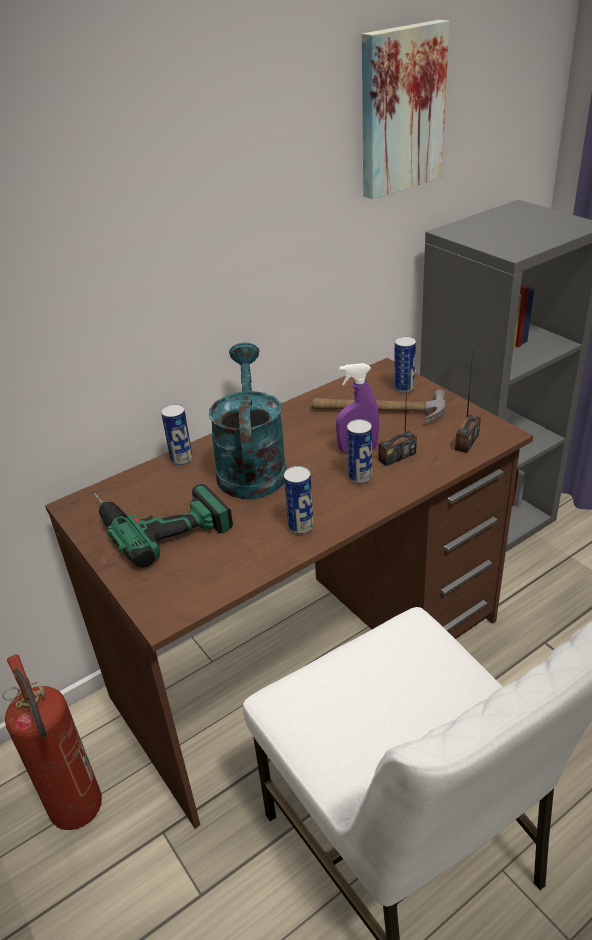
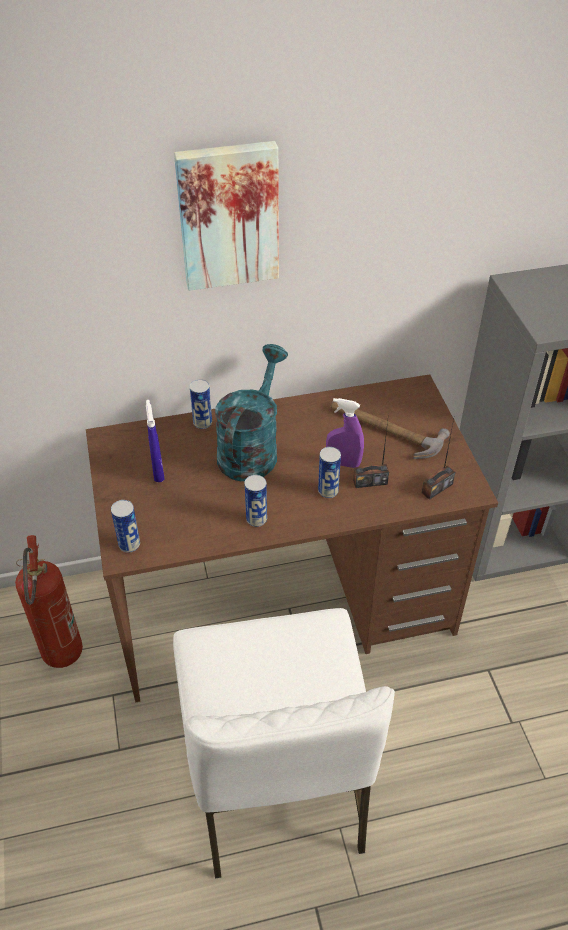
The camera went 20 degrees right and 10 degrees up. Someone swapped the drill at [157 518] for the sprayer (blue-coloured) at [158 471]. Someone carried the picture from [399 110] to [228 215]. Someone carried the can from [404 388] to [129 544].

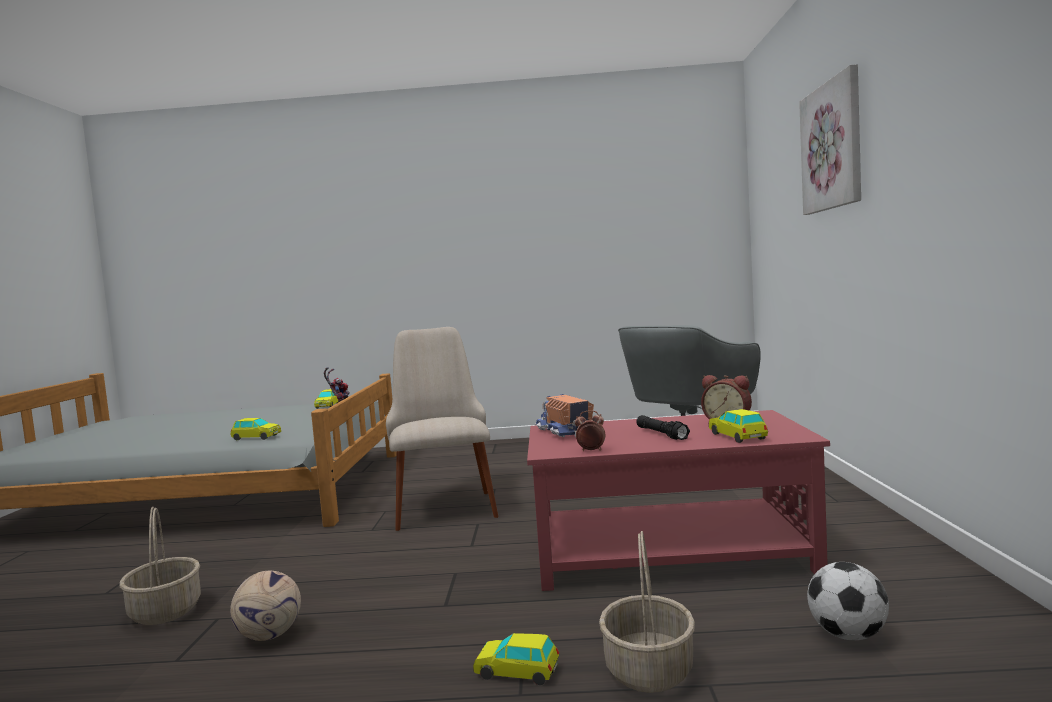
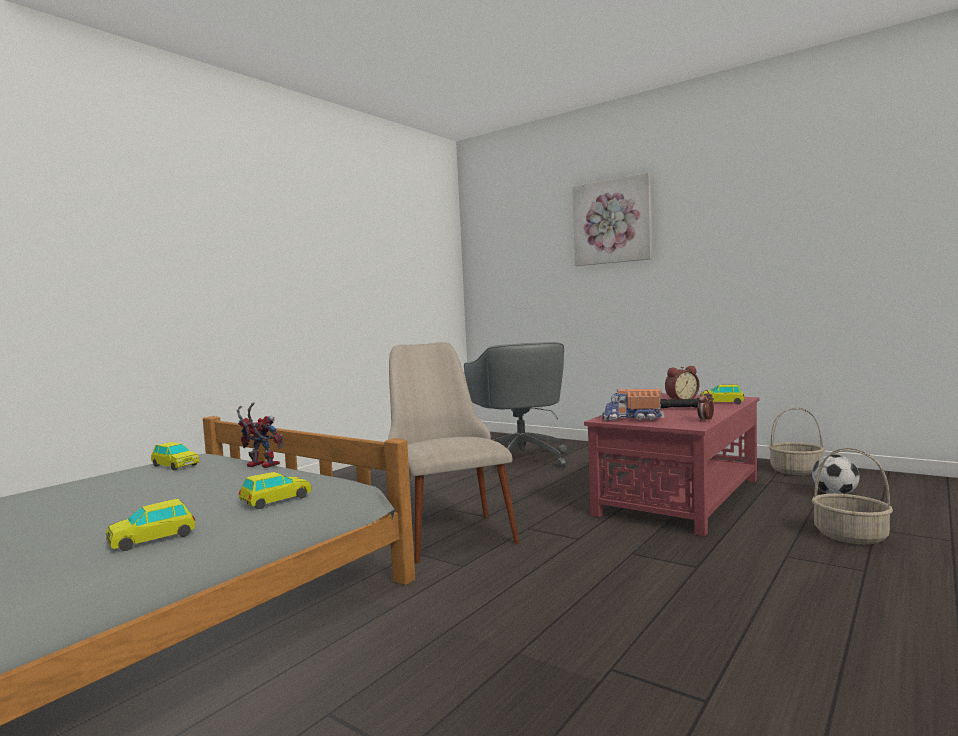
The camera went 55 degrees left and 0 degrees up. Someone carried the storage basket from [164 611] to [795 471]. Someone took away the football at [269 636]. Someone rotated the upright chair (beige-coloured) at [443 504] by 45 degrees clockwise. Someone carried the toy car from [517 671] to [152 539].

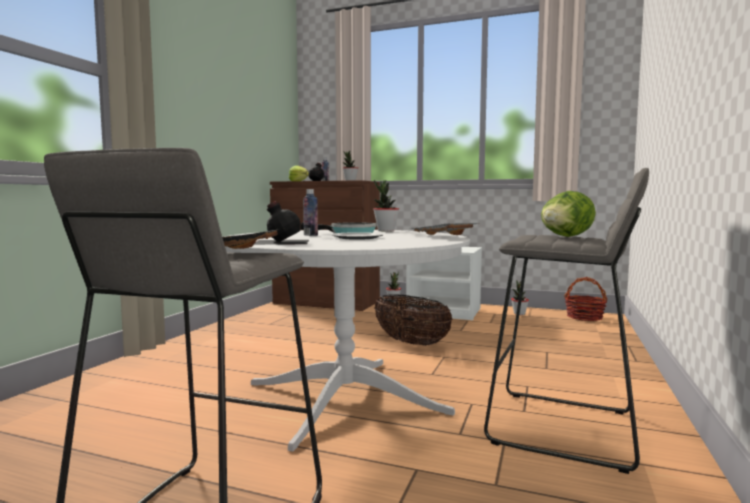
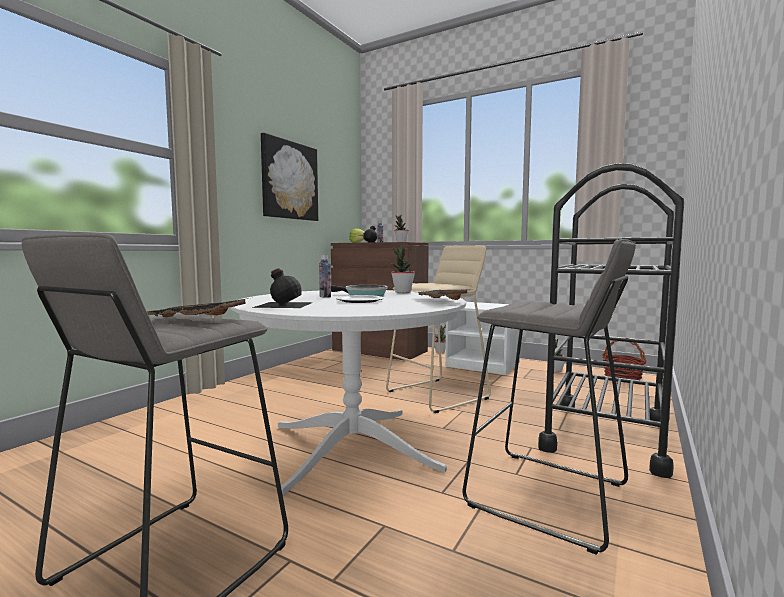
The camera went 10 degrees right and 0 degrees up. Someone swapped the storage basket at [411 343] for the sitting stool (beige-coloured) at [437 395]. Someone took away the lettuce at [565 237]. Someone put up the picture at [289 180]. Someone put down the trolley (black-coloured) at [606 435].

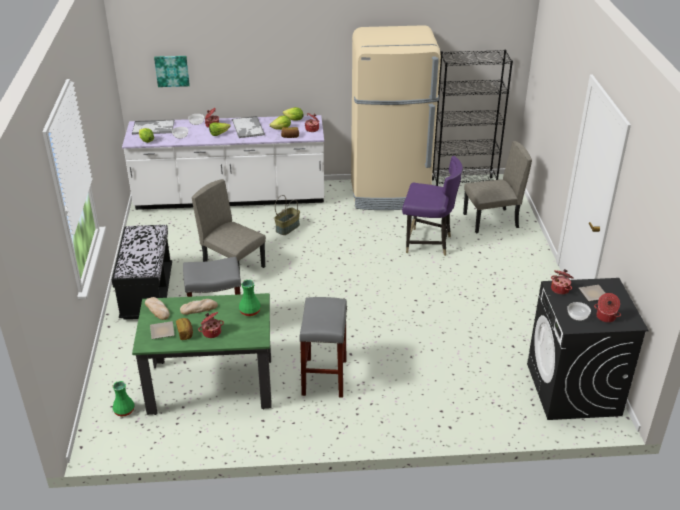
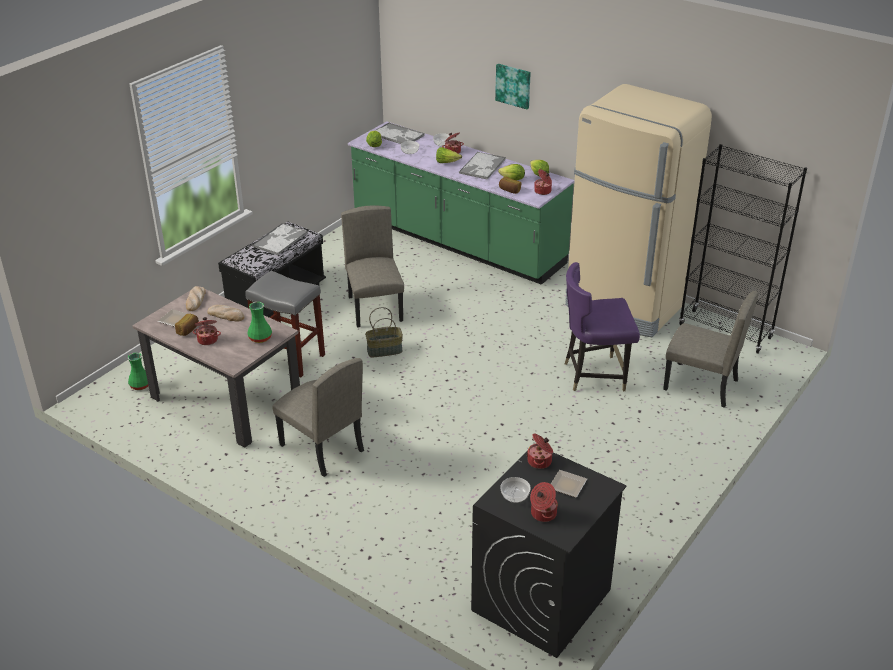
The camera went 40 degrees right and 0 degrees up. Someone repainted the kitchen counter (white-coloured) at [230 198], which became the kitchen counter (green-coloured) at [457 242]. Someone repainted the dinner table (green-coloured) at [211 385], which became the dinner table (beige-coloured) at [226 401]. Someone carried the picture from [172 70] to [513 85]. Someone carried the storage basket from [287 227] to [385 350]. Someone swapped the sitting stool (gray) at [324 378] for the upright chair (beige-coloured) at [321 448]. Someone rotated the upright chair (purple) at [428 243] by 120 degrees clockwise. Someone put down the serving tray at [280 239].

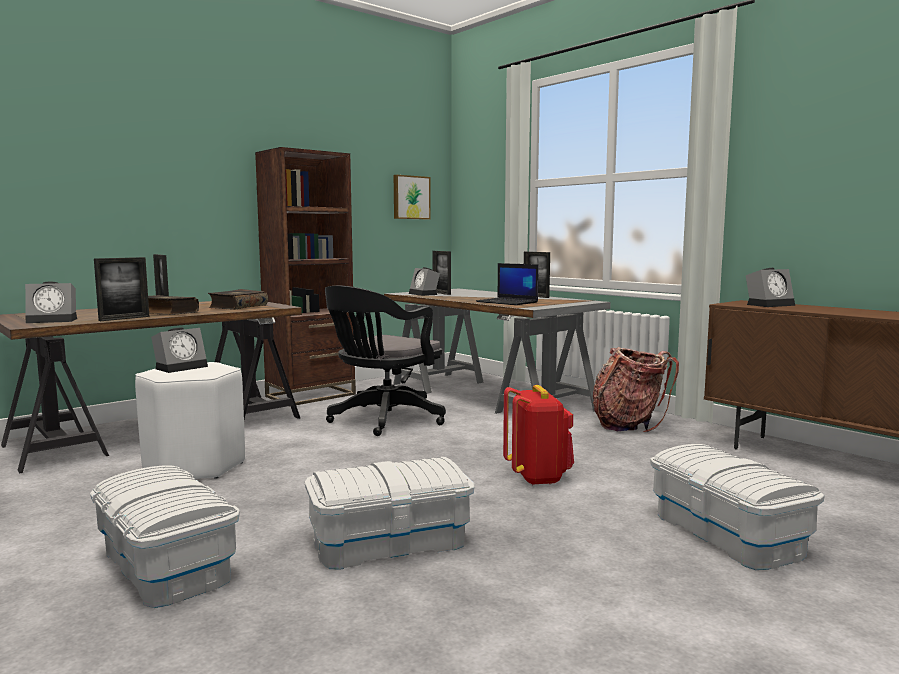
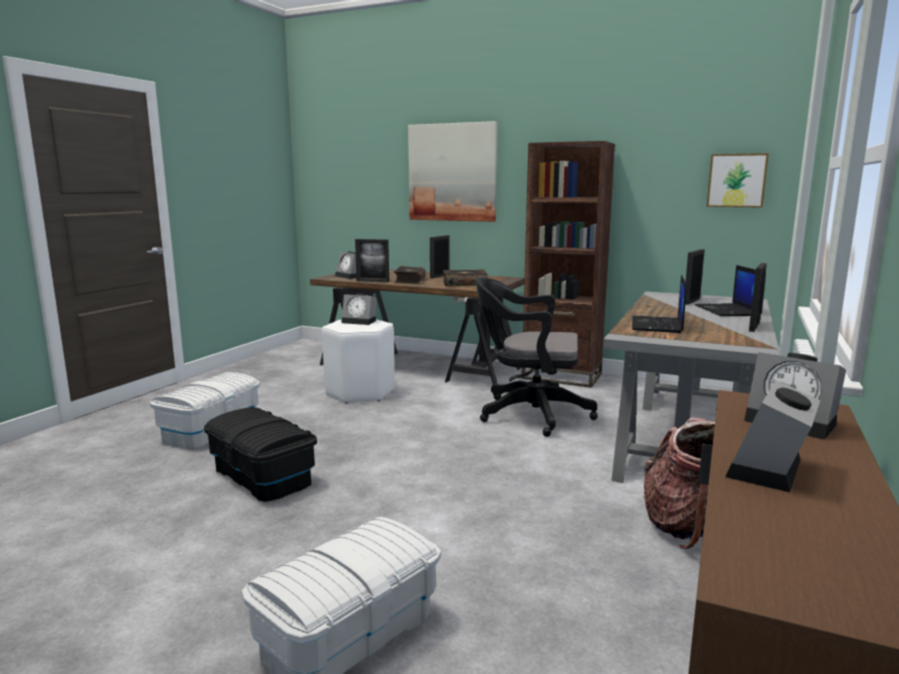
The camera went 65 degrees right and 5 degrees up. Someone repainted the storage box (white-coloured) at [390 542], which became the storage box (black-coloured) at [263 476]. Someone carried the alarm clock from [424 294] to [769 470]. Someone took away the knapsack (reddish) at [538 477]. Someone put up the picture at [452 172]. Someone put down the laptop at [728 311].

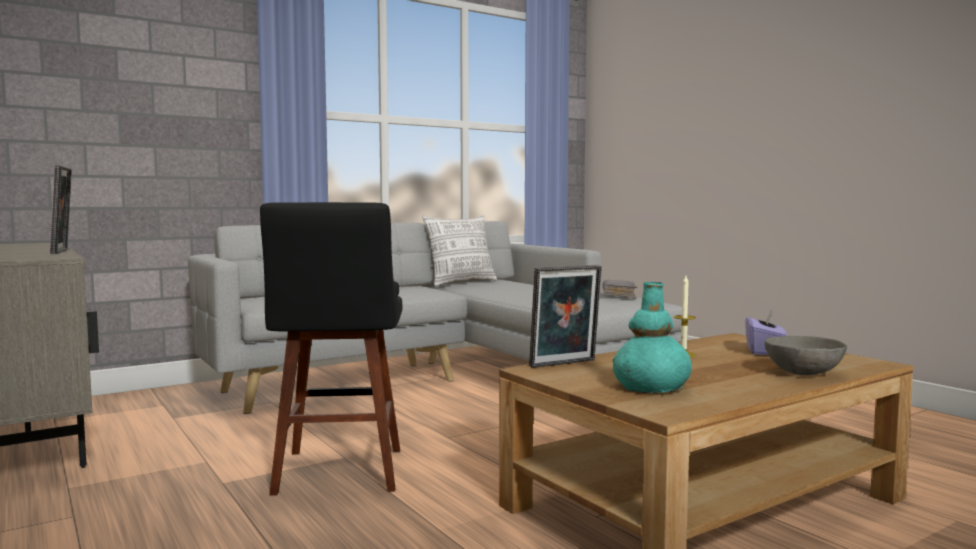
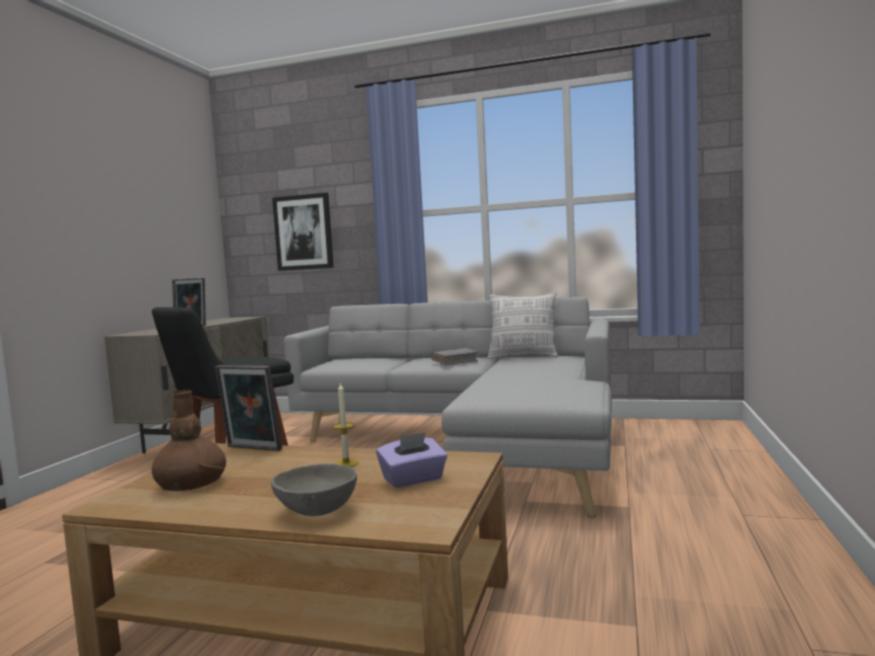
The camera went 50 degrees right and 0 degrees up. Someone carried the volume (gray) from [619 296] to [454 362]. Someone repainted the decorative vase (turquoise) at [651 387], which became the decorative vase (brownish) at [190 484]. Someone put up the picture at [303 232].

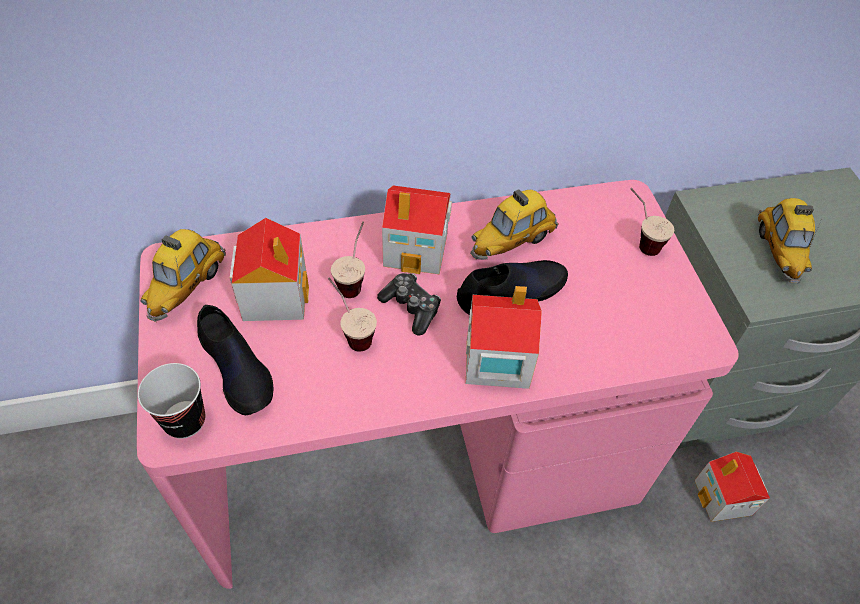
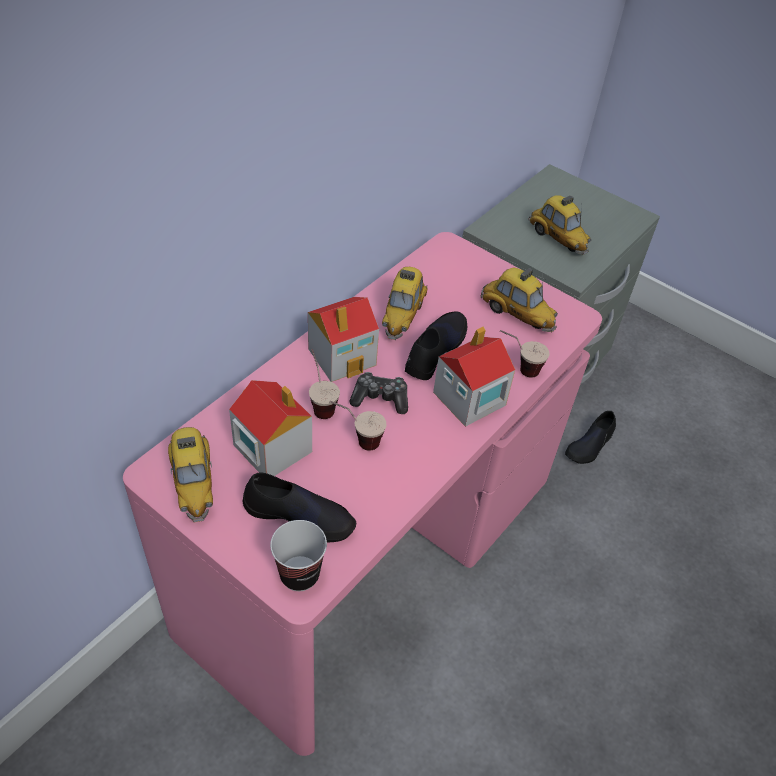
The camera went 40 degrees left and 5 degrees down. Someone carried the small cup from [639 240] to [517 369]. Someone swapped the miniature house at [723 498] for the item of footwear (black-coloured) at [590 445]. Someone put down the toy car at [517 315].

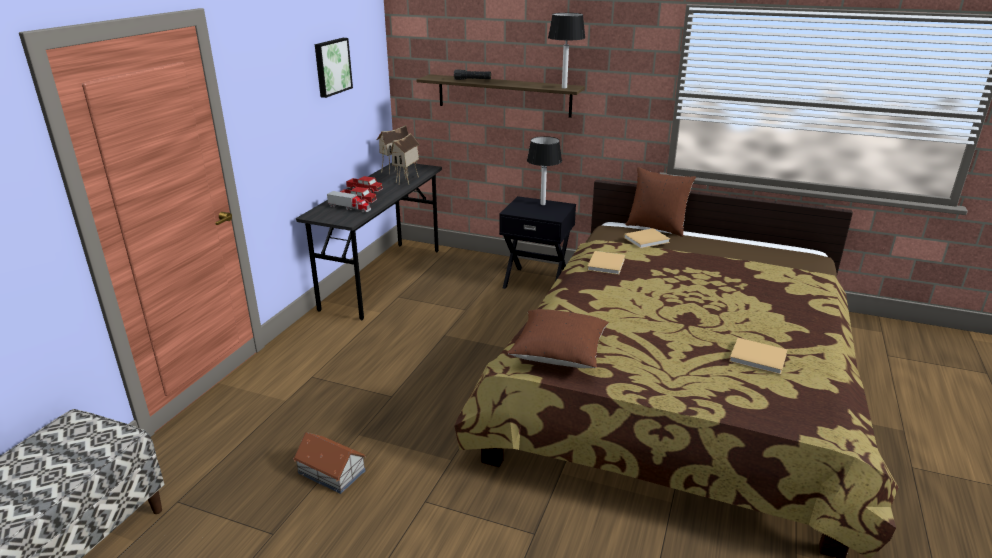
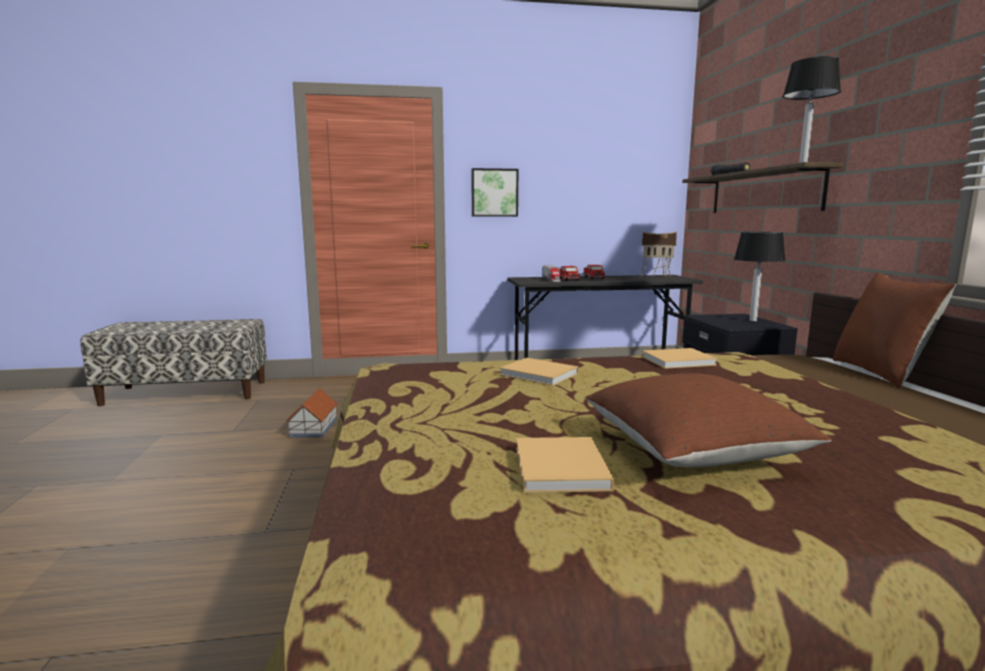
The camera went 60 degrees right and 15 degrees down. Someone carried the picture from [331 67] to [494 193]. Someone took away the miniature house at [407 181]. Someone carried the cushion (brownish) from [559 353] to [692 451]. Someone carried the volume (beige-coloured) from [647 239] to [540 374].

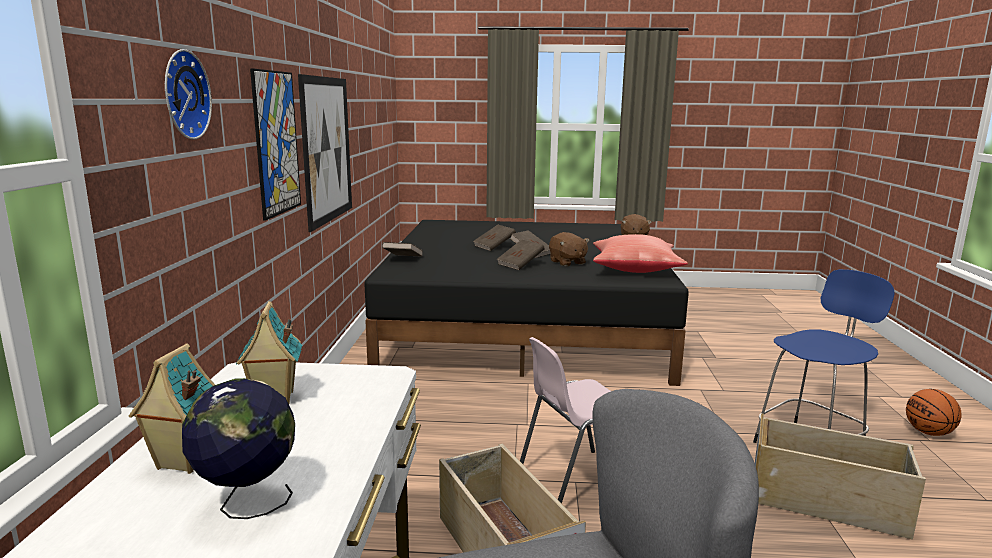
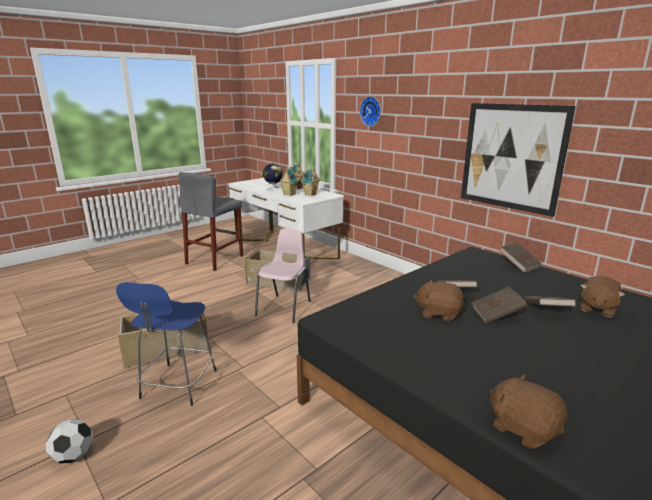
The camera went 135 degrees right and 5 degrees up. Someone took away the picture at [276 143]. Someone took away the cushion (reddish) at [635 270]. Someone swapped the basketball at [928 432] for the football at [74 456]. Someone put down the miniature house at [289 194]. Someone put down the soft toy (brownish) at [597 309].

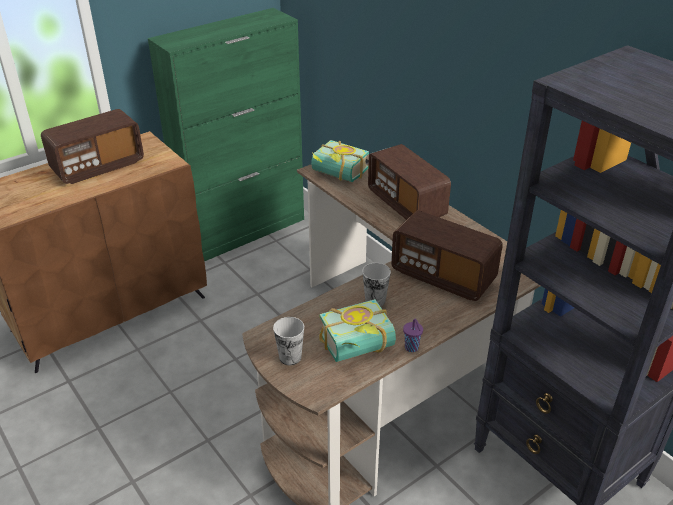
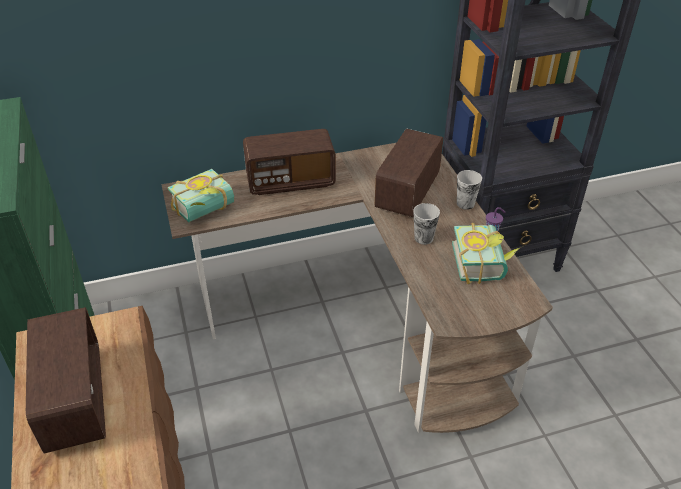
The camera went 70 degrees left and 5 degrees up. Someone carried the small cup from [290 357] to [465 204]. Someone rotated the radio receiver at [443 276] by 150 degrees clockwise.

